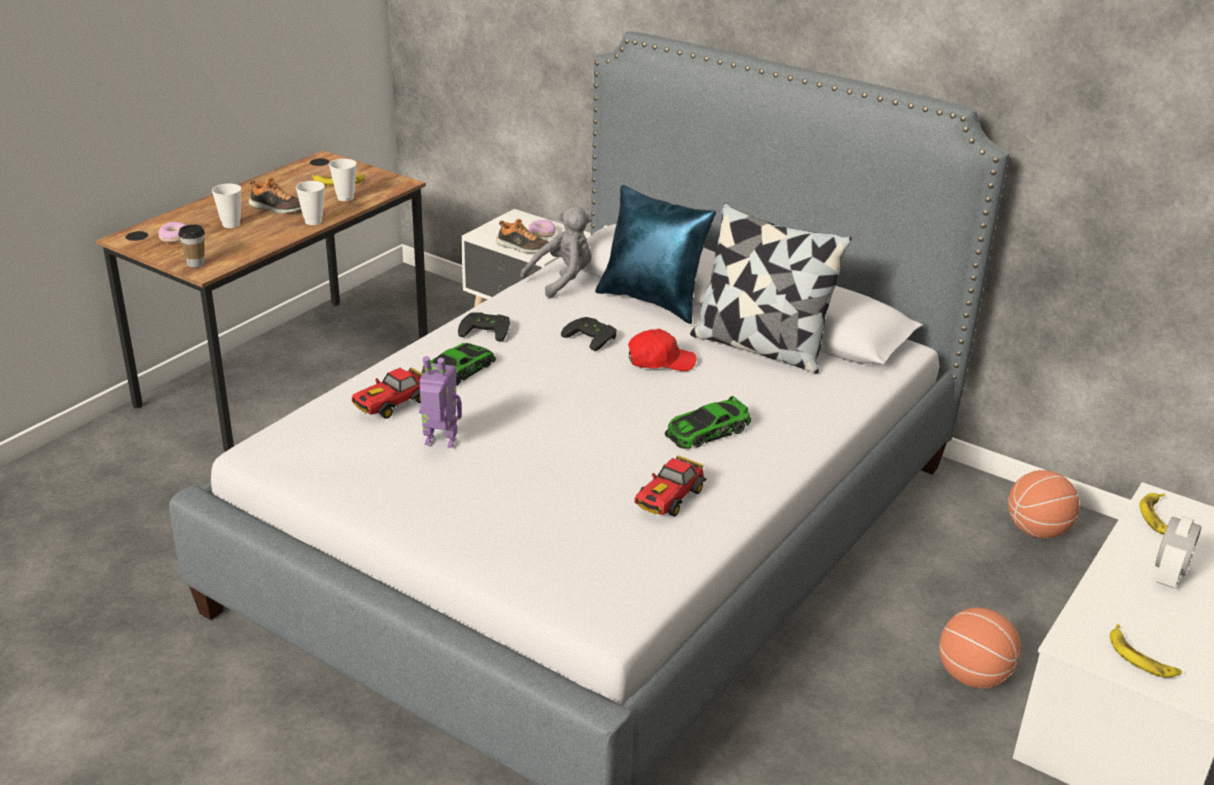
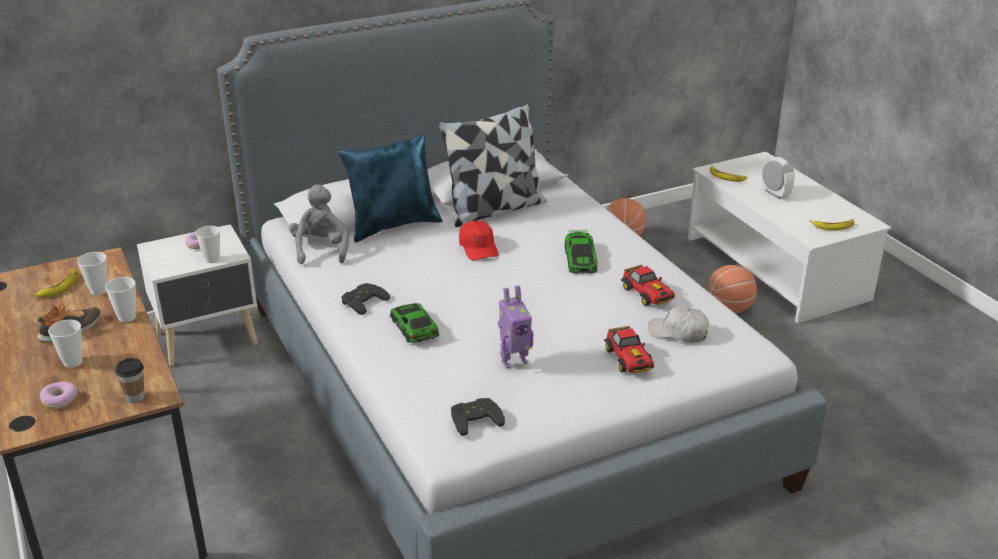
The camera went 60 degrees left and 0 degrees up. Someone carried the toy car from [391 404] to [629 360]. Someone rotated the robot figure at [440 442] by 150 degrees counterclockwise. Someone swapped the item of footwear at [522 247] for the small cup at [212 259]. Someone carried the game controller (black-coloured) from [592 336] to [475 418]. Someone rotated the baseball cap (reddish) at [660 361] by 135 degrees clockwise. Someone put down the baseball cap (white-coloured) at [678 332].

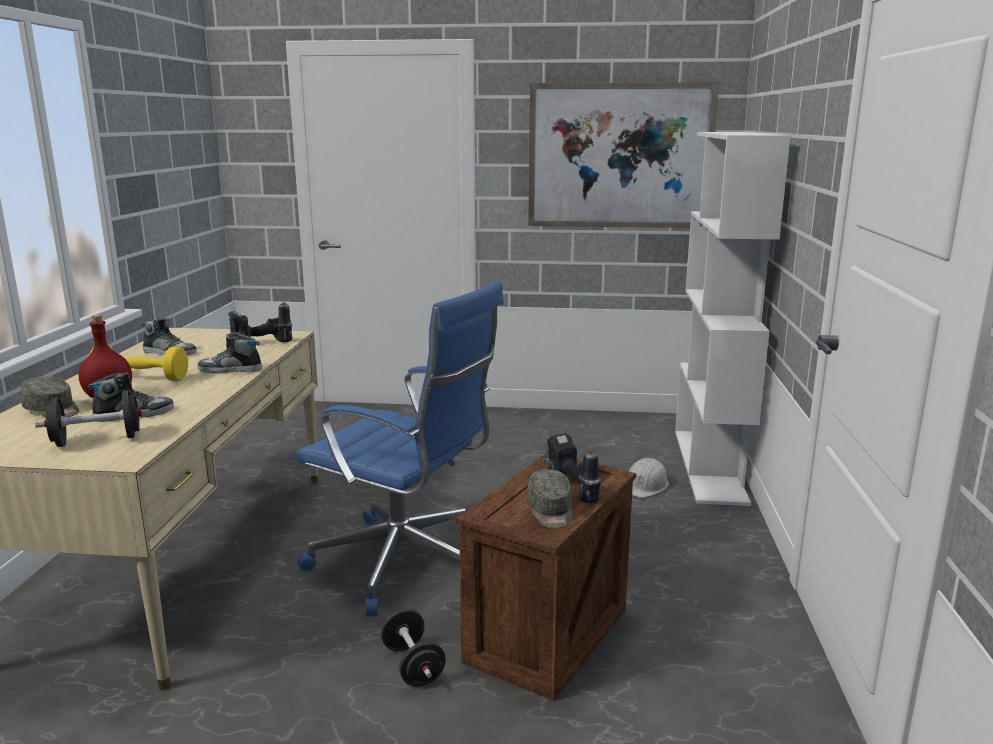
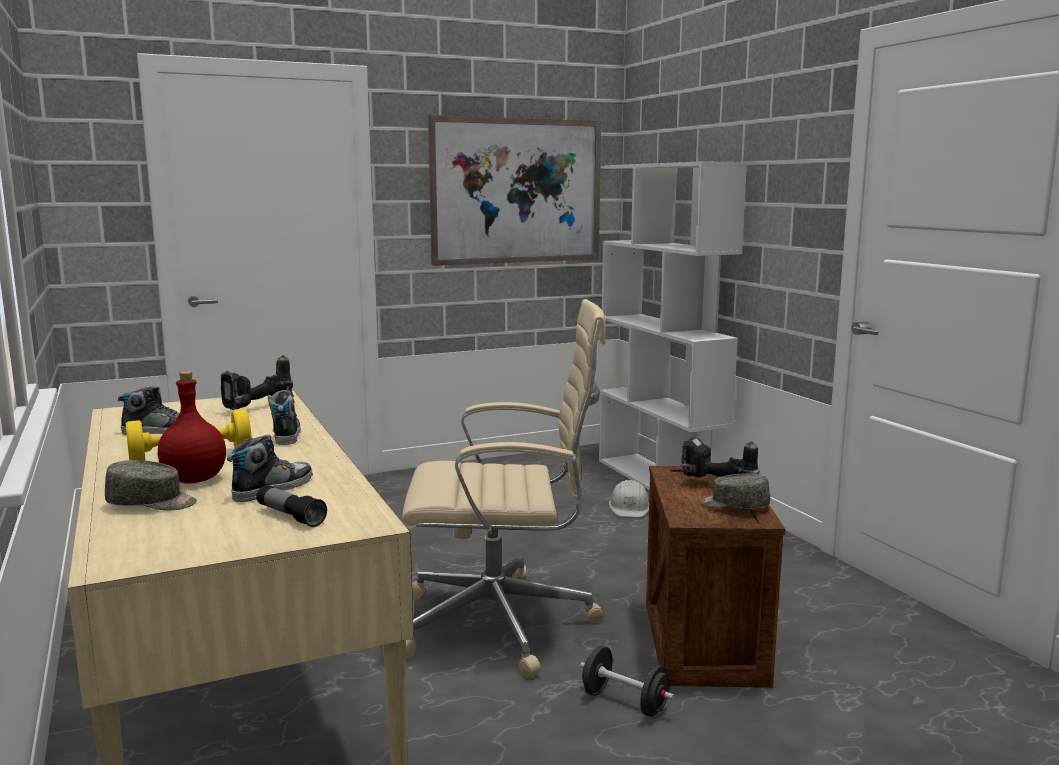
The camera went 30 degrees left and 5 degrees down. Someone swapped the free weight (black-coloured) at [97 440] for the hand torch at [290 516]. Someone rotated the item of footwear at [230 370] by 105 degrees clockwise. Someone repainted the office chair (blue-coloured) at [406 564], which became the office chair (beige-coloured) at [502 623]. Someone rotated the baseball cap (gray) at [550 511] by 150 degrees clockwise.

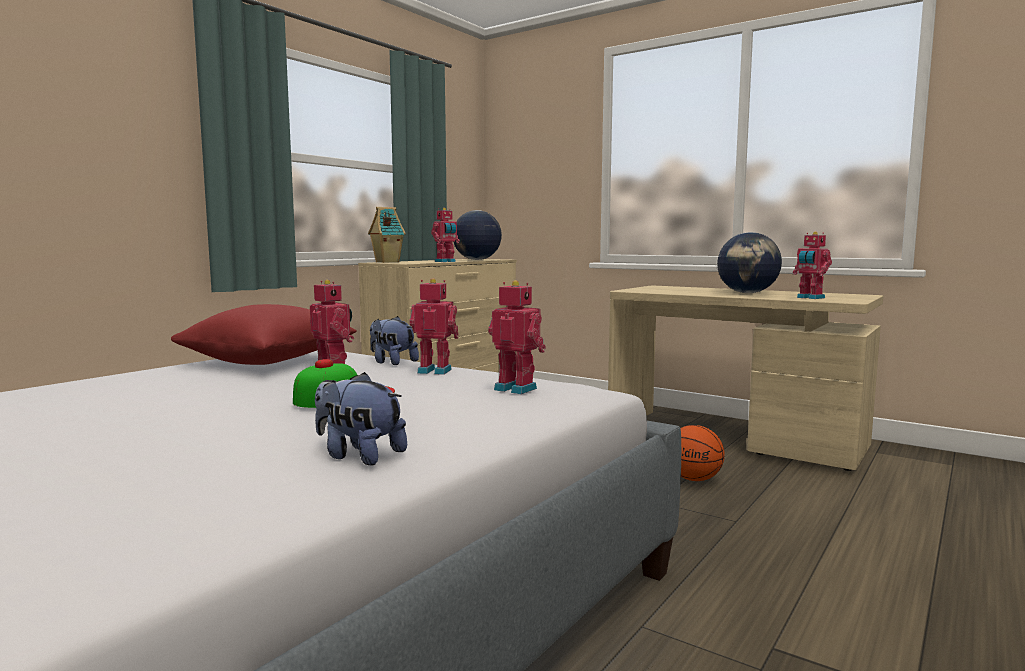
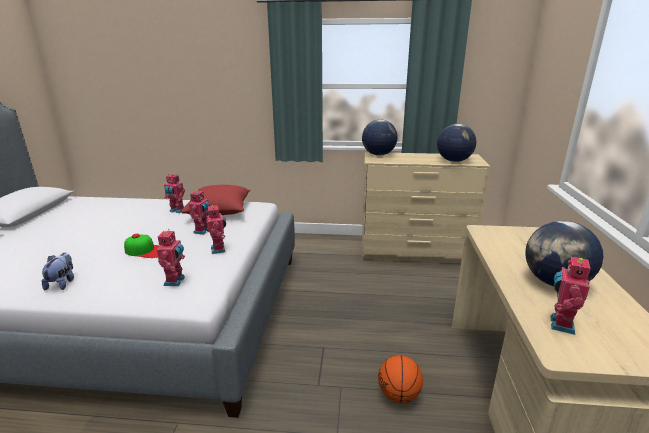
The camera went 60 degrees right and 15 degrees up. Someone swapped the miniature house at [386 262] for the desk globe at [378 154]. Someone took away the soft toy at [392 362]. Someone carried the robot figure from [446 261] to [177 211].

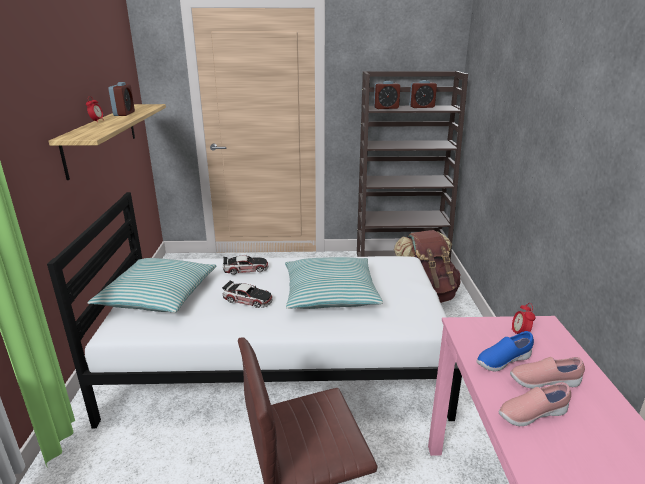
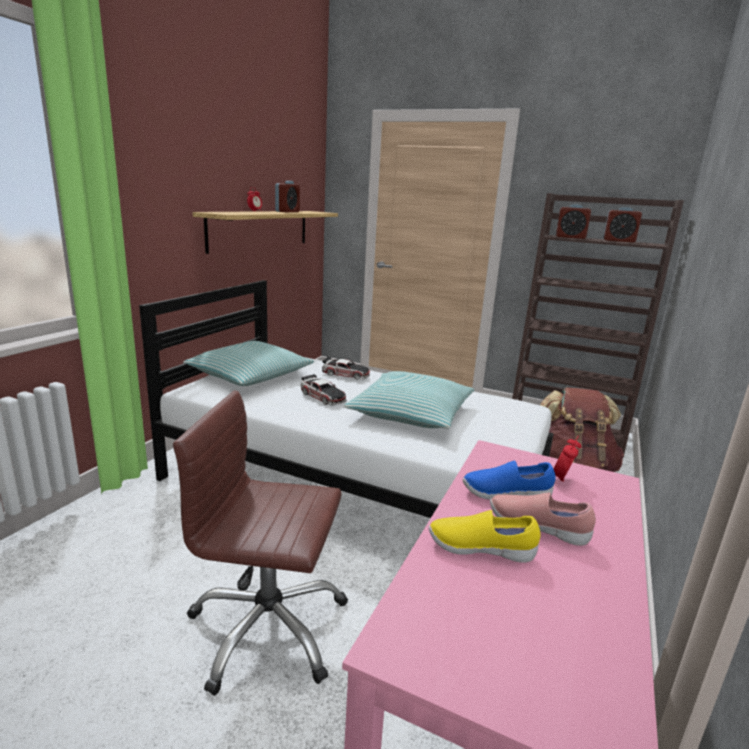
The camera went 25 degrees right and 5 degrees down. Someone repainted the item of footwear (pink) at [531 415], which became the item of footwear (yellow) at [480 549].

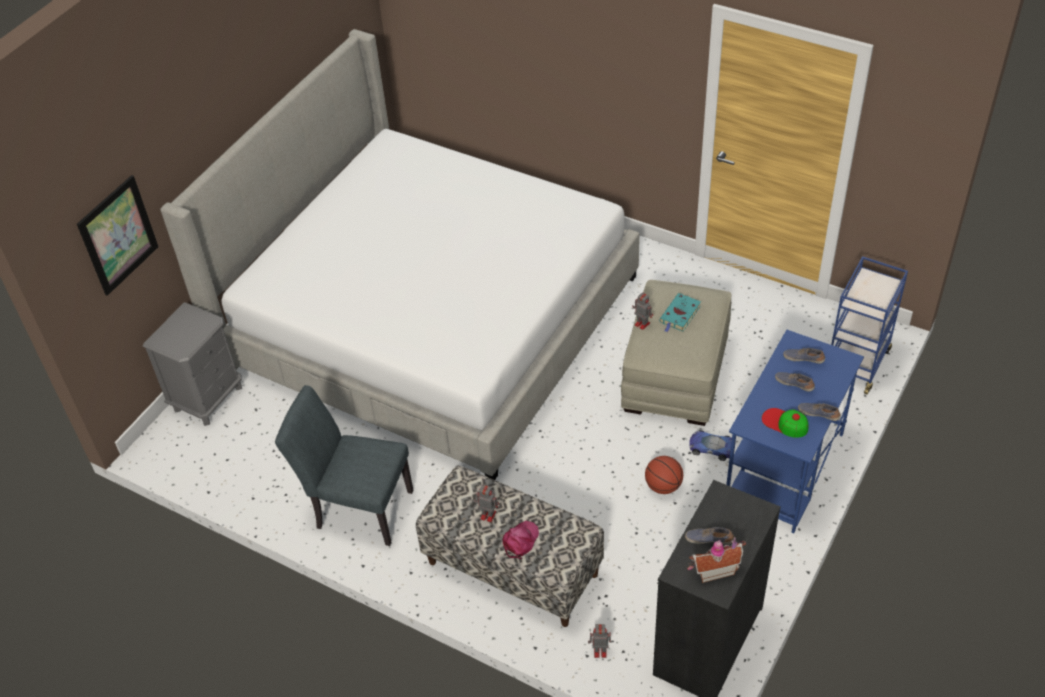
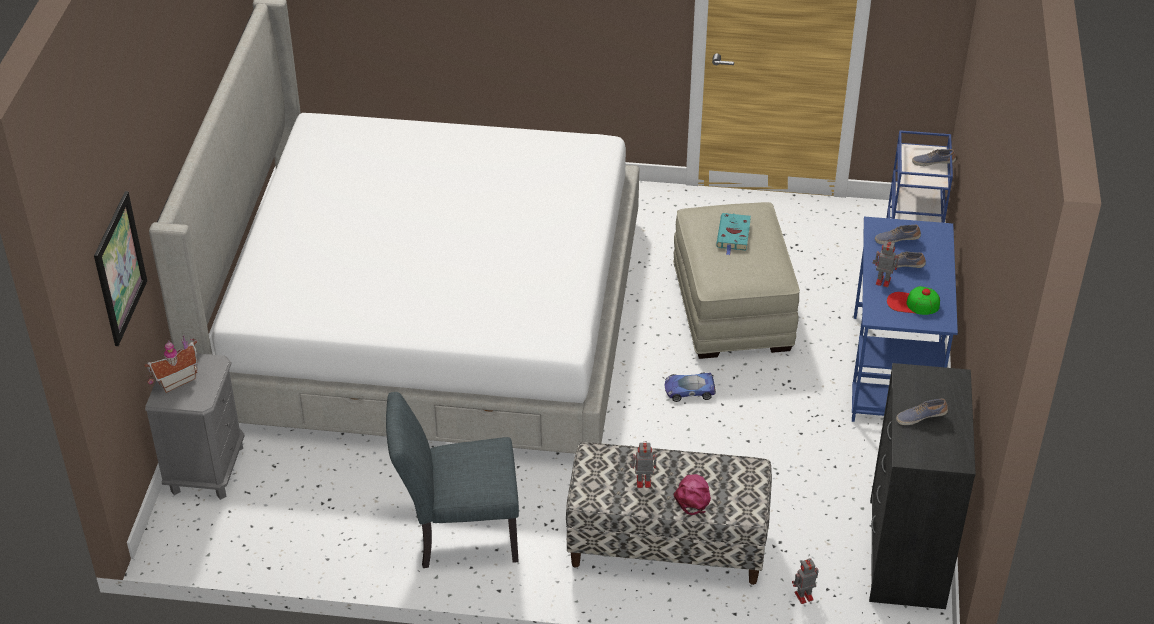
The camera went 25 degrees left and 5 degrees down. Someone carried the robot figure from [641 323] to [882 281]. Someone took away the basketball at [663 486]. Someone carried the miniature house from [713 570] to [175 380]. Someone carried the toy car from [710 447] to [689 390]. Someone carried the item of footwear from [818 414] to [933 163].

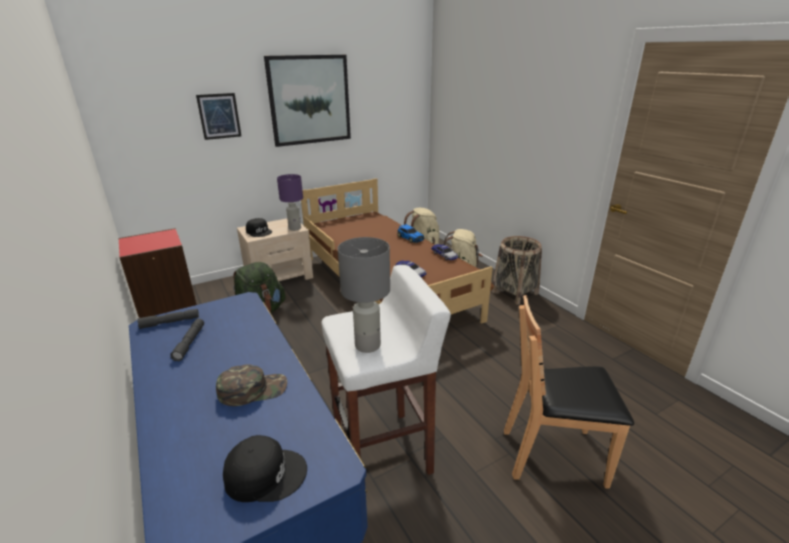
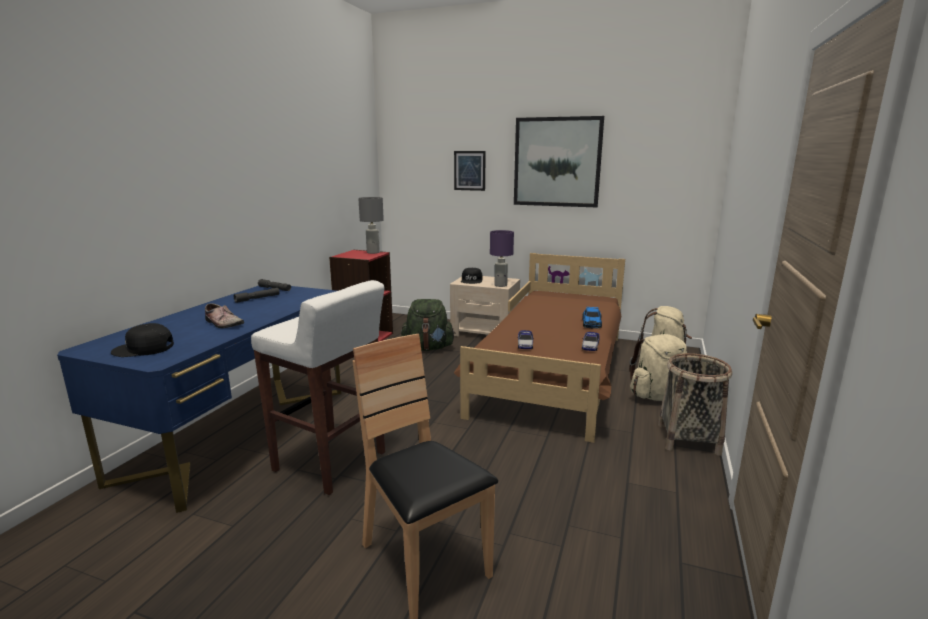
The camera went 50 degrees right and 10 degrees down. Someone swapped the baseball cap (green-coloured) at [253 389] for the item of footwear at [222 324]. Someone rotated the baseball cap (black-coloured) at [265 473] by 120 degrees clockwise. Someone carried the tabletop lamp (gray) from [368 345] to [373 252].

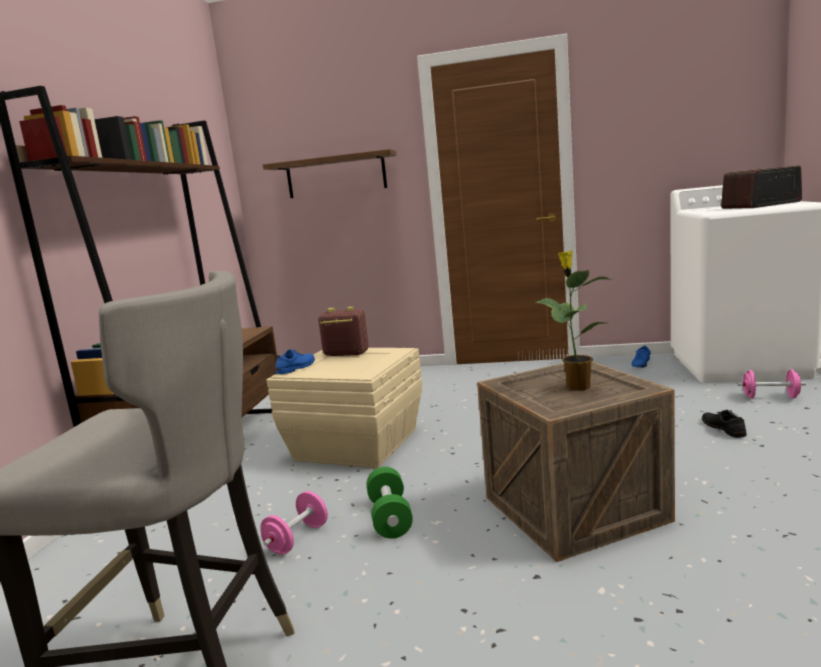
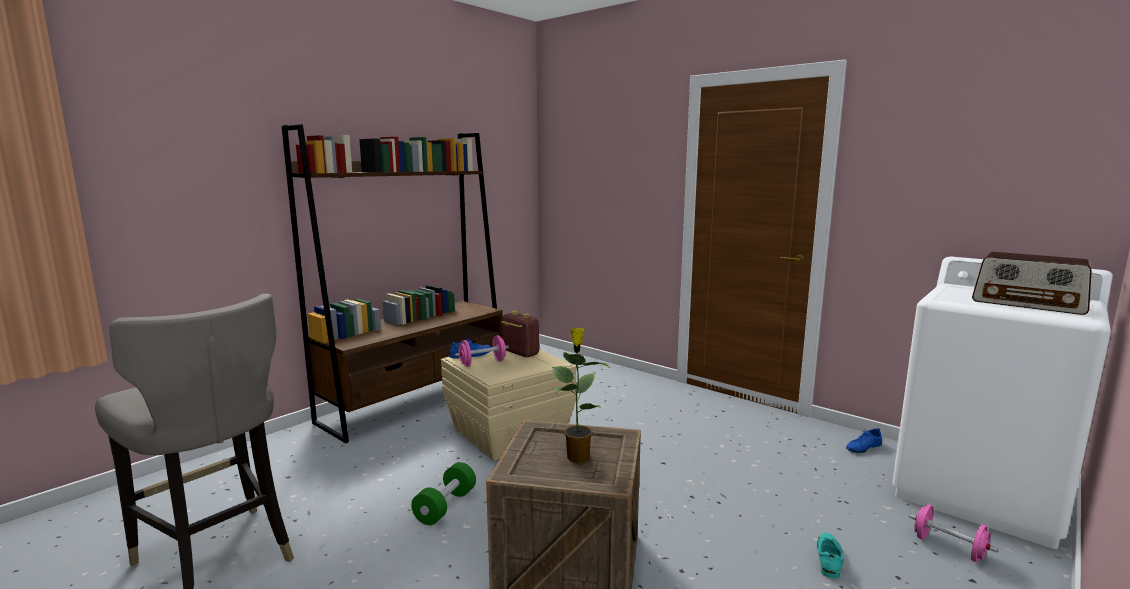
The camera went 30 degrees right and 0 degrees up. Someone carried the free weight (pink) from [297 539] to [482 363]. Someone took away the shelf at [336 175]. Someone repainted the item of footwear (black-coloured) at [723 428], which became the item of footwear (turquoise) at [829 558]. Someone rotated the radio receiver at [760 205] by 150 degrees counterclockwise.

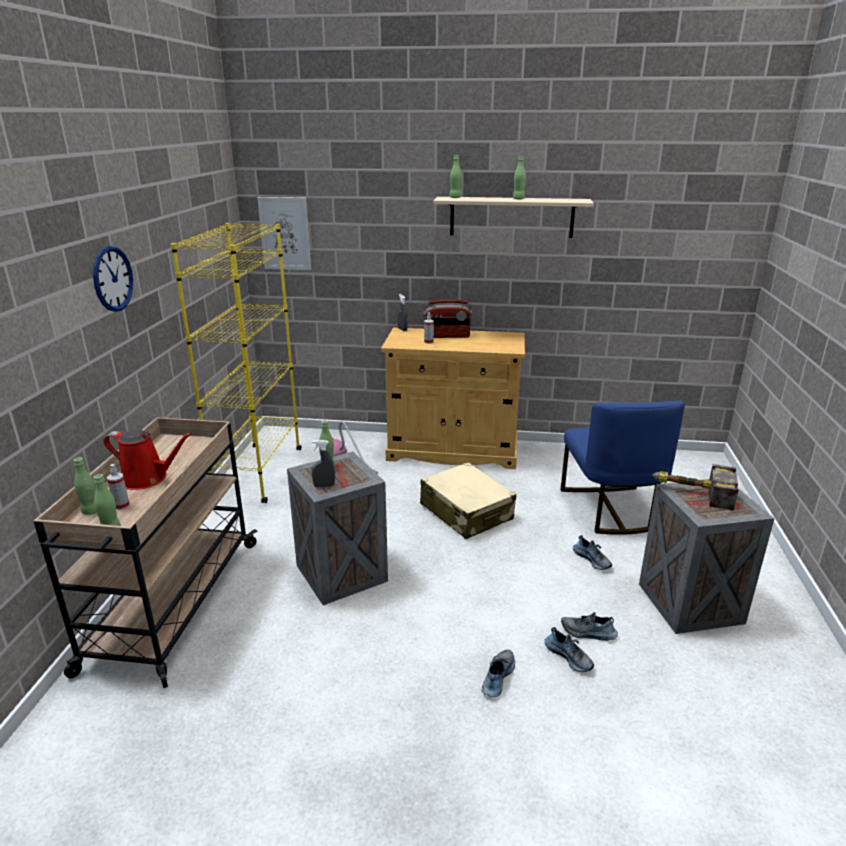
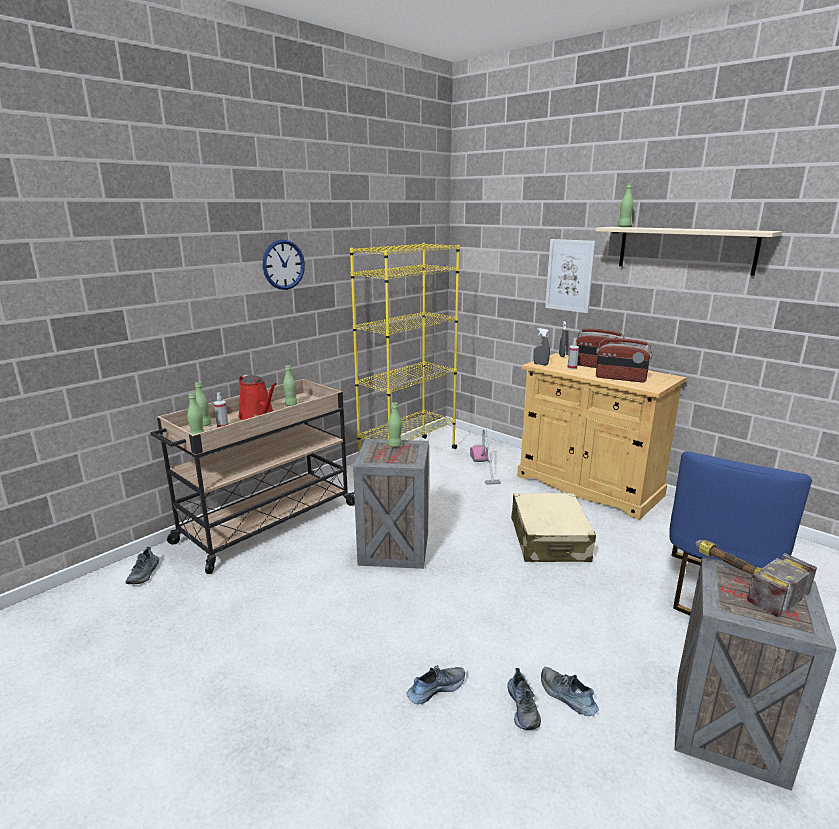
The camera went 35 degrees right and 5 degrees down. Someone carried the picture from [285 233] to [569 275]. Someone carried the sprayer (gray) from [324 486] to [540 364]. Someone carried the beverage bottle (green-coloured) from [518 199] to [291 404]. Someone carried the item of footwear from [592 559] to [144 574]. Someone put down the radio receiver at [620 378].

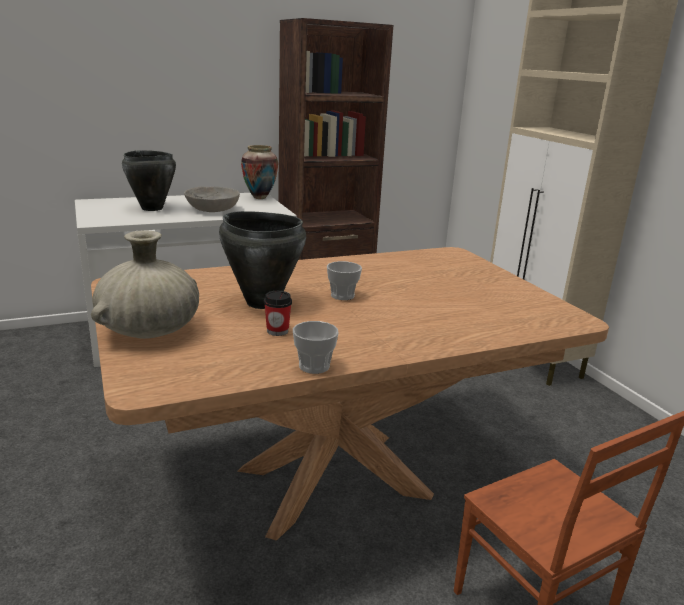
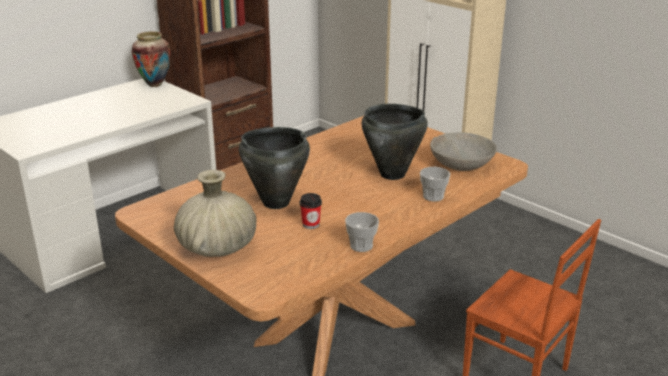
The camera went 20 degrees left and 5 degrees up. Someone carried the stockpot (black-coloured) from [152 208] to [392 174]. Someone carried the bowl (gray) from [212 209] to [461 164]. Someone carried the small cup from [342 296] to [433 196].

